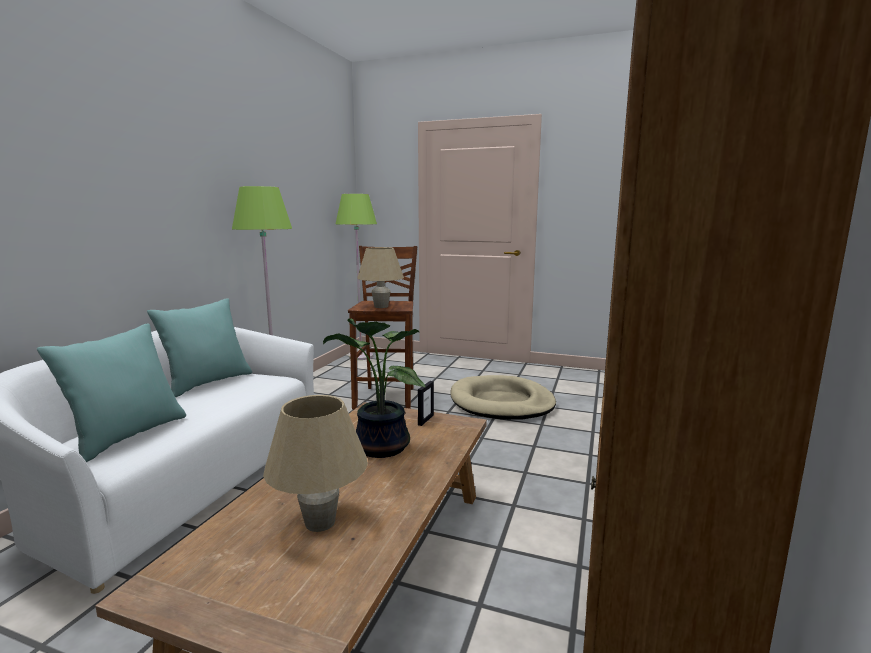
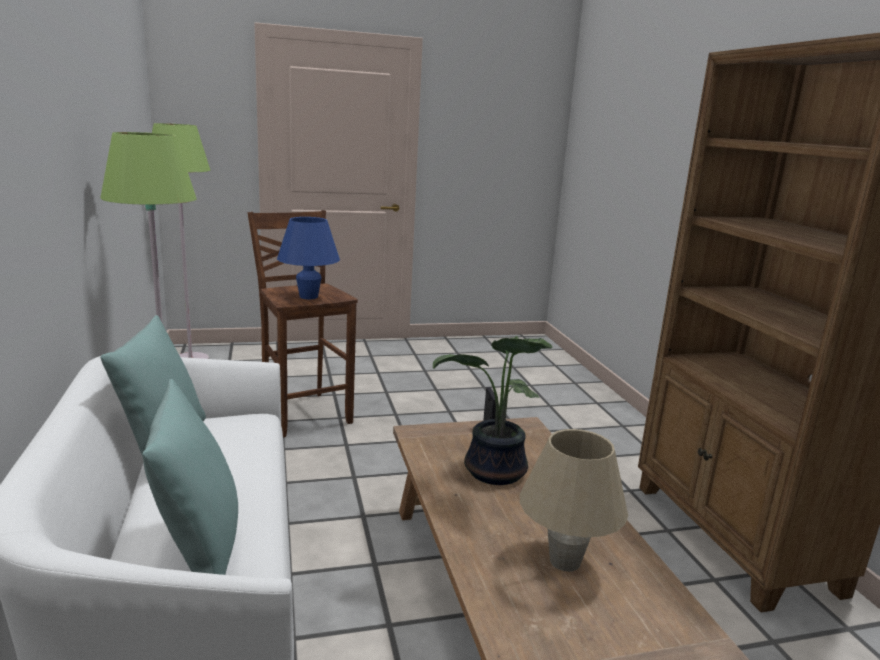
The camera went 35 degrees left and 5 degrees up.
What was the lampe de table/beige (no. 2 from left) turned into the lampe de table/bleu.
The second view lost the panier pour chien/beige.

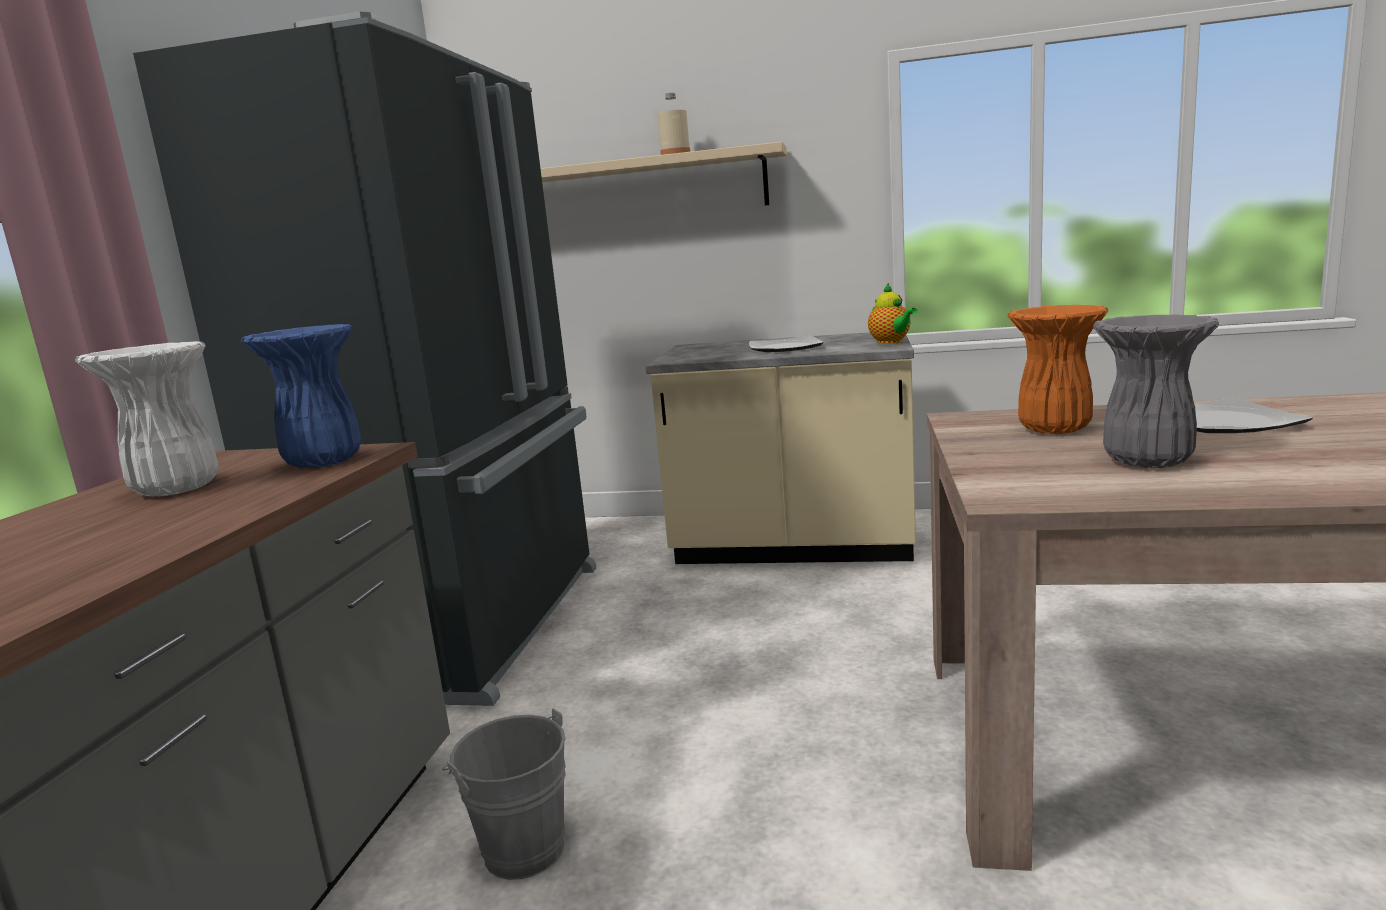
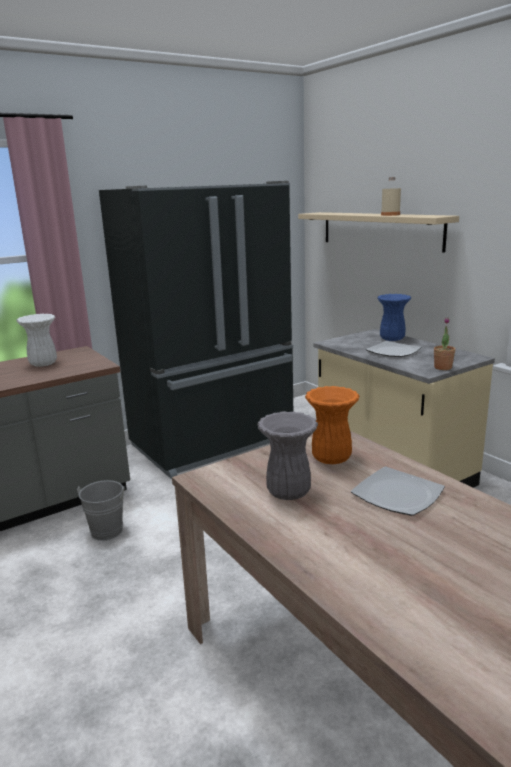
The camera went 45 degrees right and 5 degrees up.
Where the théière stood, the plante en pot came to stand.
The vase/bleu ended up elsewhere.

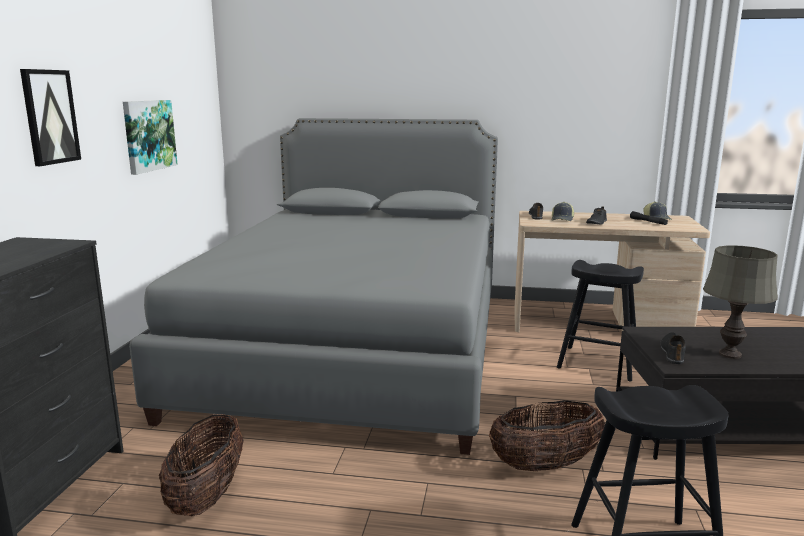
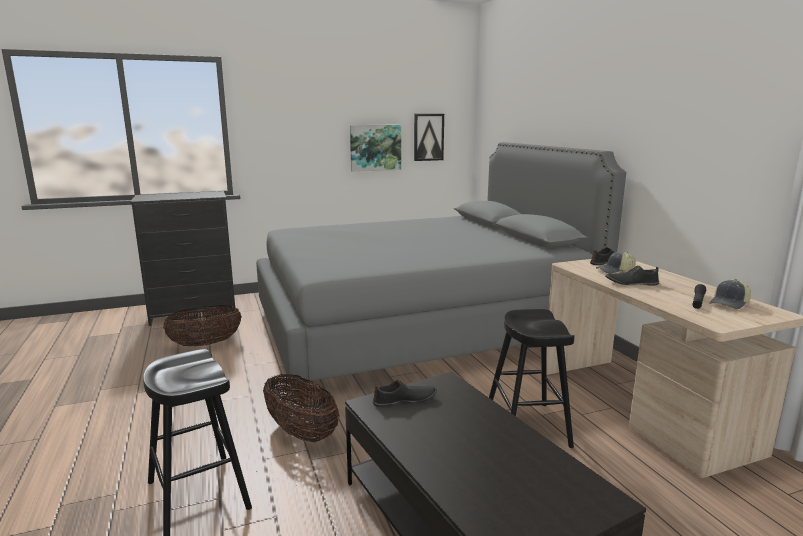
The camera went 60 degrees right and 0 degrees up.
The tableau (no. 1 from left in the first image) ended up elsewhere.
The second view lost the lampe de table/gris.

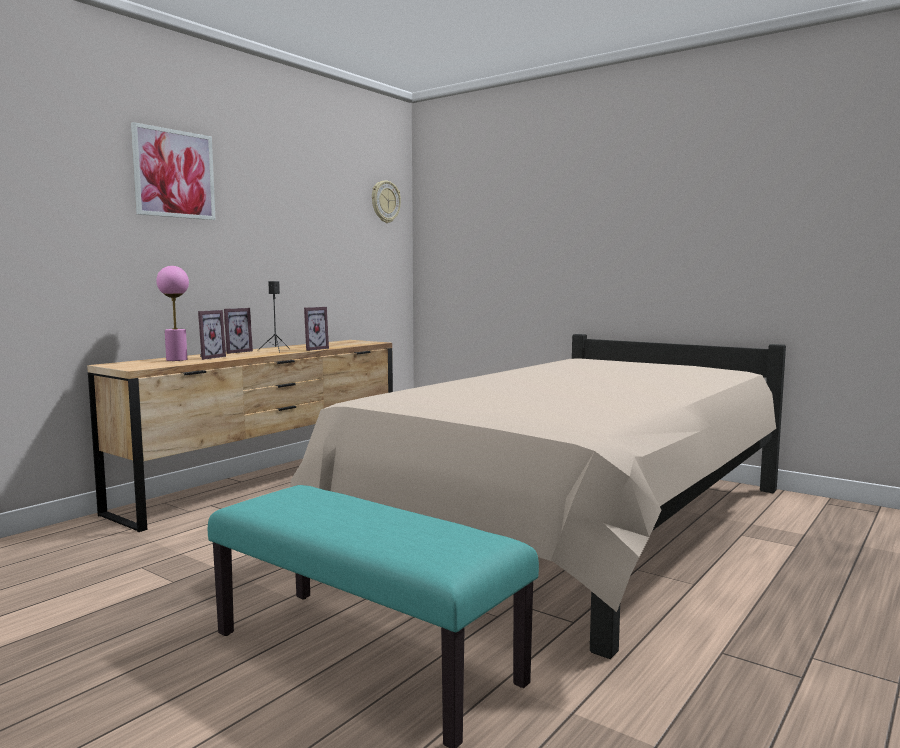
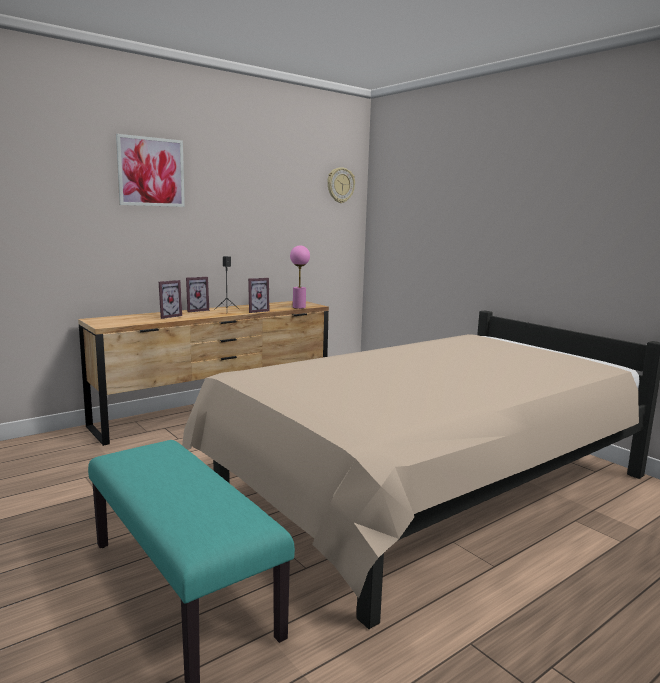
The camera went 15 degrees right and 5 degrees up.
The lampe de table/rose ended up elsewhere.

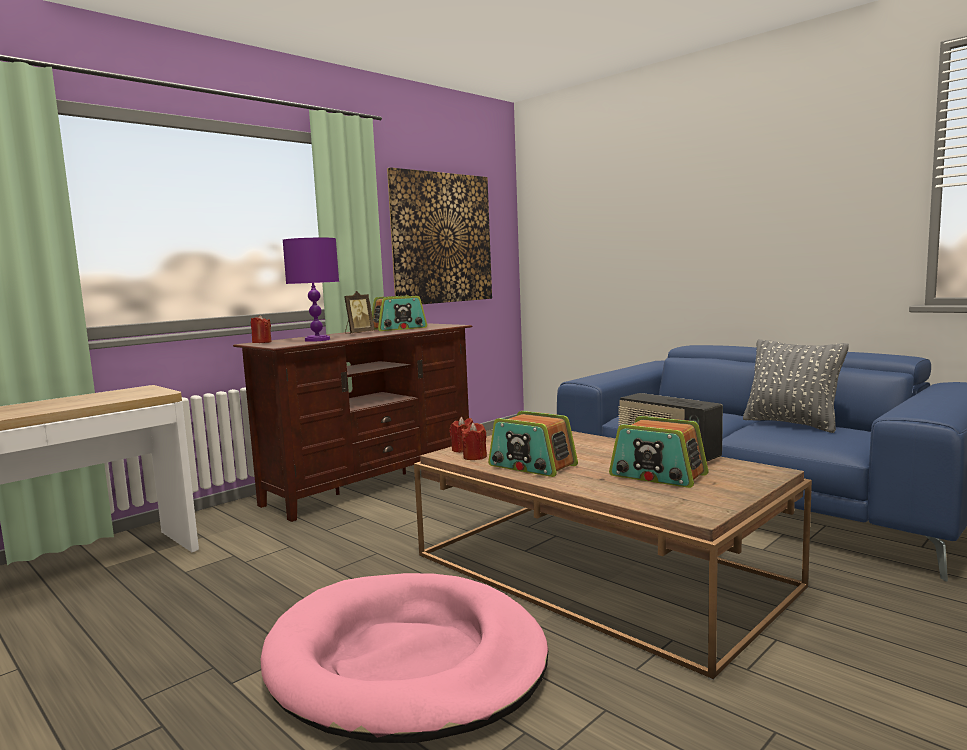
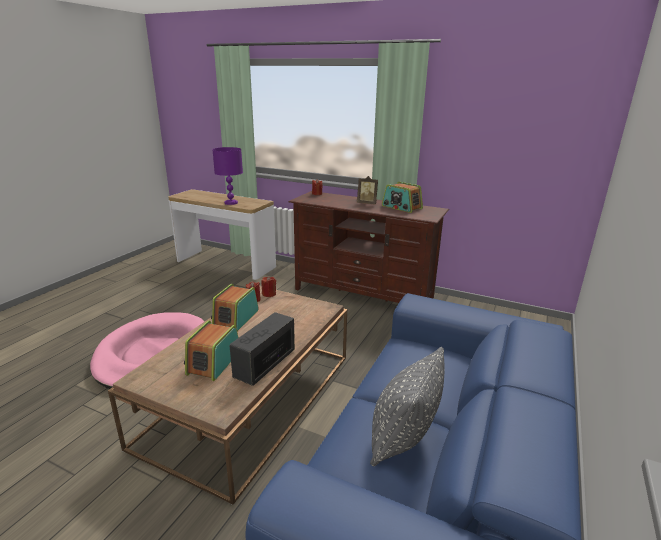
The camera went 70 degrees right and 15 degrees up.
The second view lost the tableau.
The lampe de table/violet ended up elsewhere.

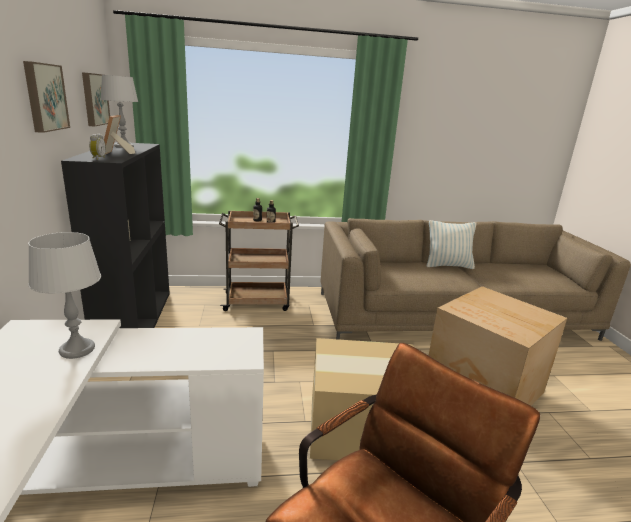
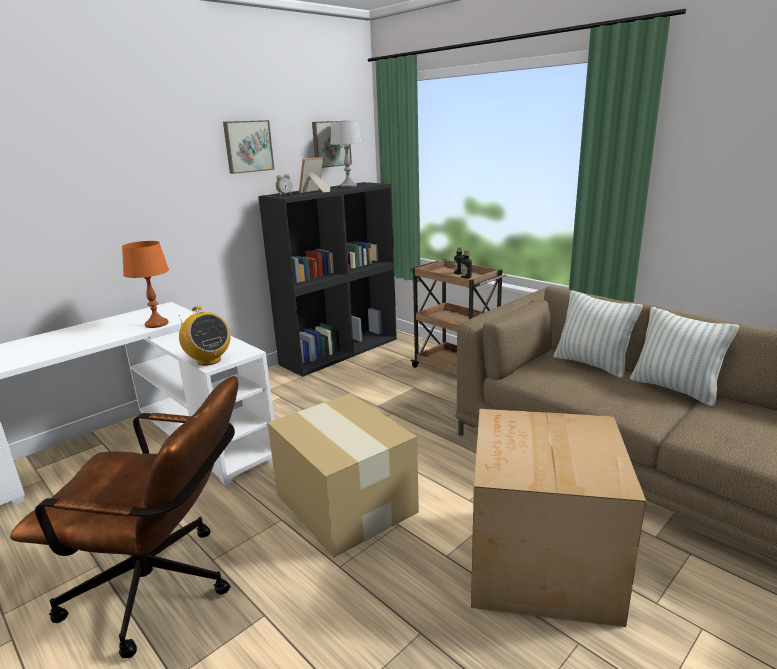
The camera went 55 degrees right and 0 degrees up.
What was the lampe de table/gris (no. 1 from left) turned into the lampe de table/orange.
The second view gained the coussin (no. 1 from left).
The second view gained the radio.

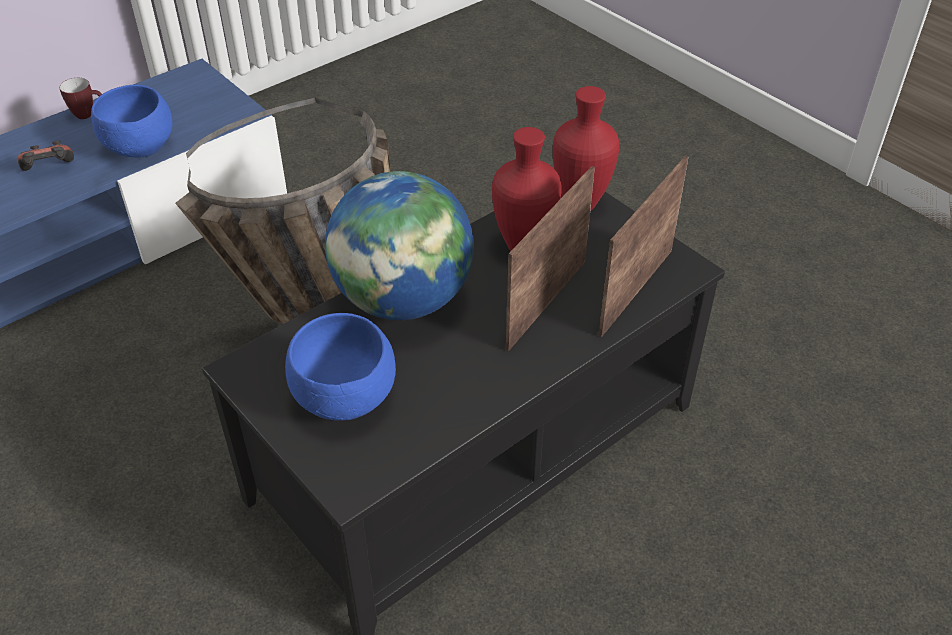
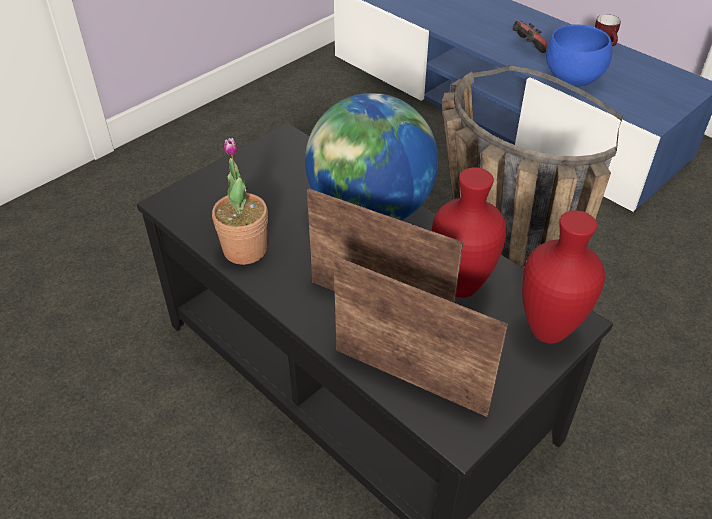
The camera went 85 degrees right and 0 degrees up.
The second view lost the bol/bleu (no. 2 from left).
The second view gained the plante en pot.

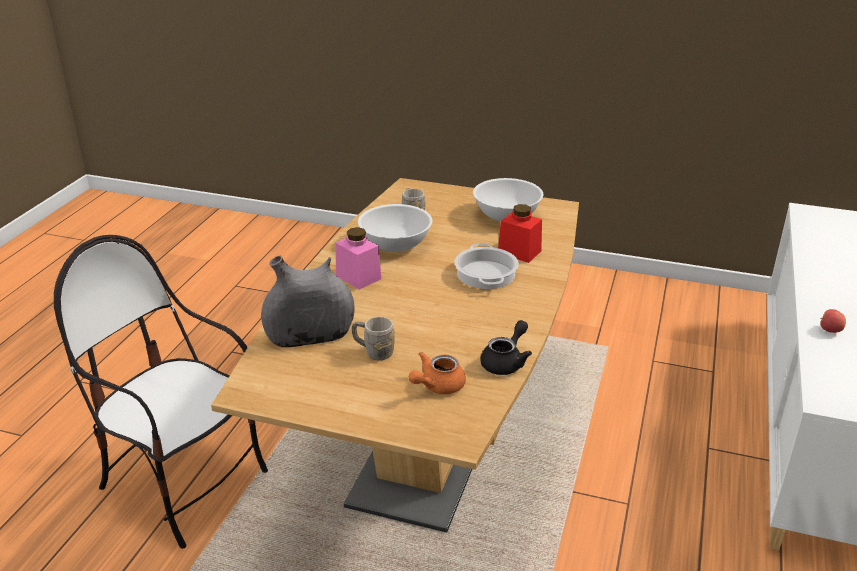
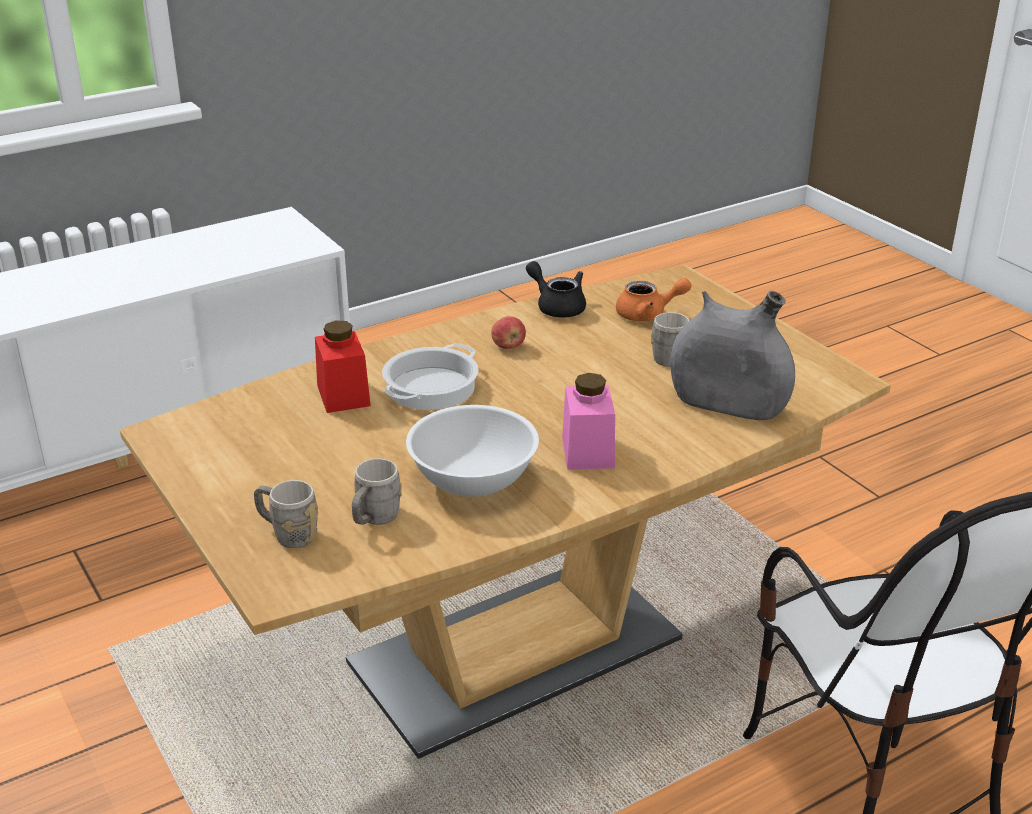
The camera went 140 degrees left and 0 degrees up.
The second view lost the bol/blanc (no. 2 from left).
The pomme ended up elsewhere.
The théière/noir ended up facing another way, 60 degrees clockwise from before.
The second view gained the mug/gris (no. 1 from left).

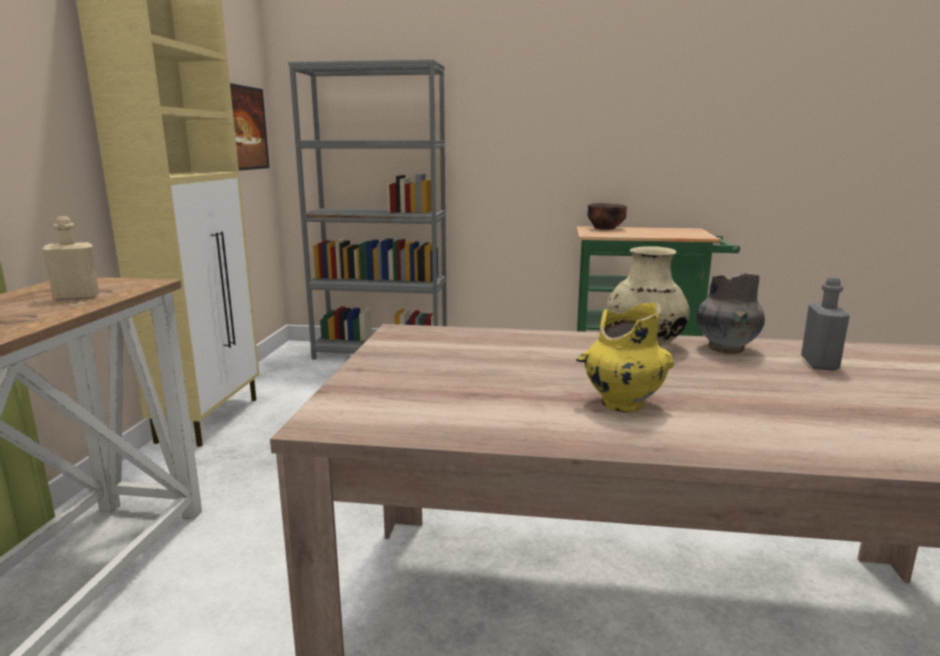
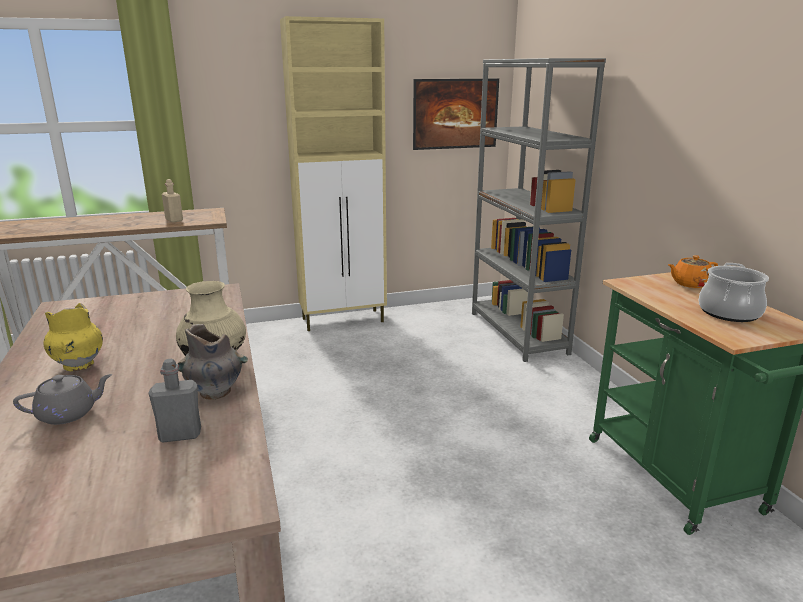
The camera went 65 degrees right and 5 degrees up.
Where the bol/marron stood, the théière/orange came to stand.
The second view gained the marmite.
The second view gained the théière/gris.

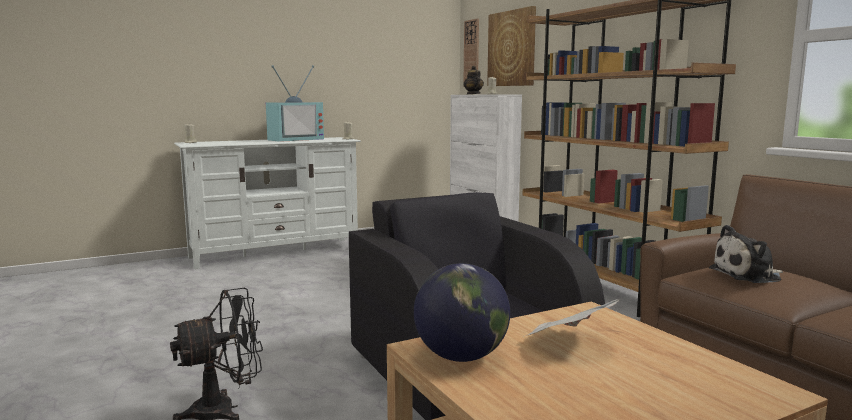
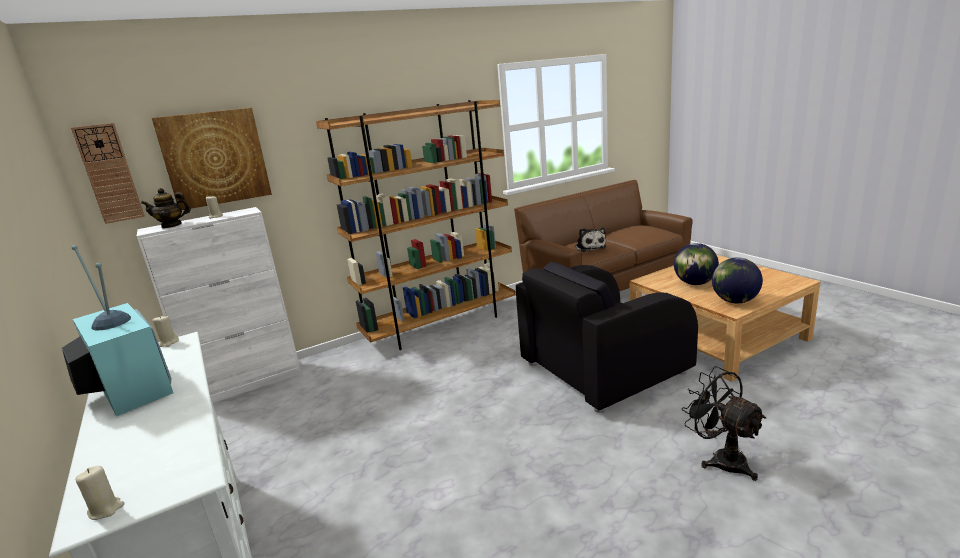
The camera went 90 degrees left and 10 degrees up.
Where the journal stood, the globe (no. 1 from left) came to stand.

